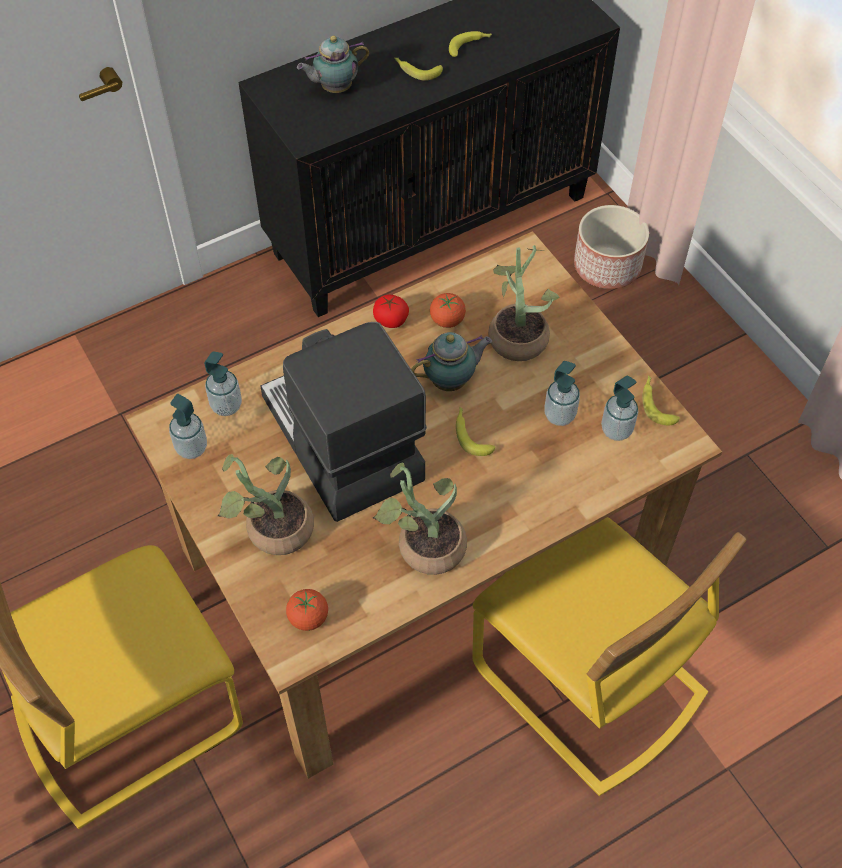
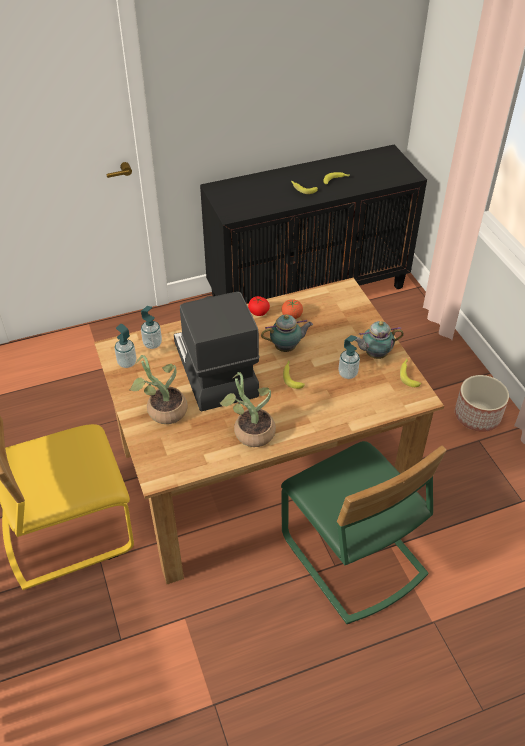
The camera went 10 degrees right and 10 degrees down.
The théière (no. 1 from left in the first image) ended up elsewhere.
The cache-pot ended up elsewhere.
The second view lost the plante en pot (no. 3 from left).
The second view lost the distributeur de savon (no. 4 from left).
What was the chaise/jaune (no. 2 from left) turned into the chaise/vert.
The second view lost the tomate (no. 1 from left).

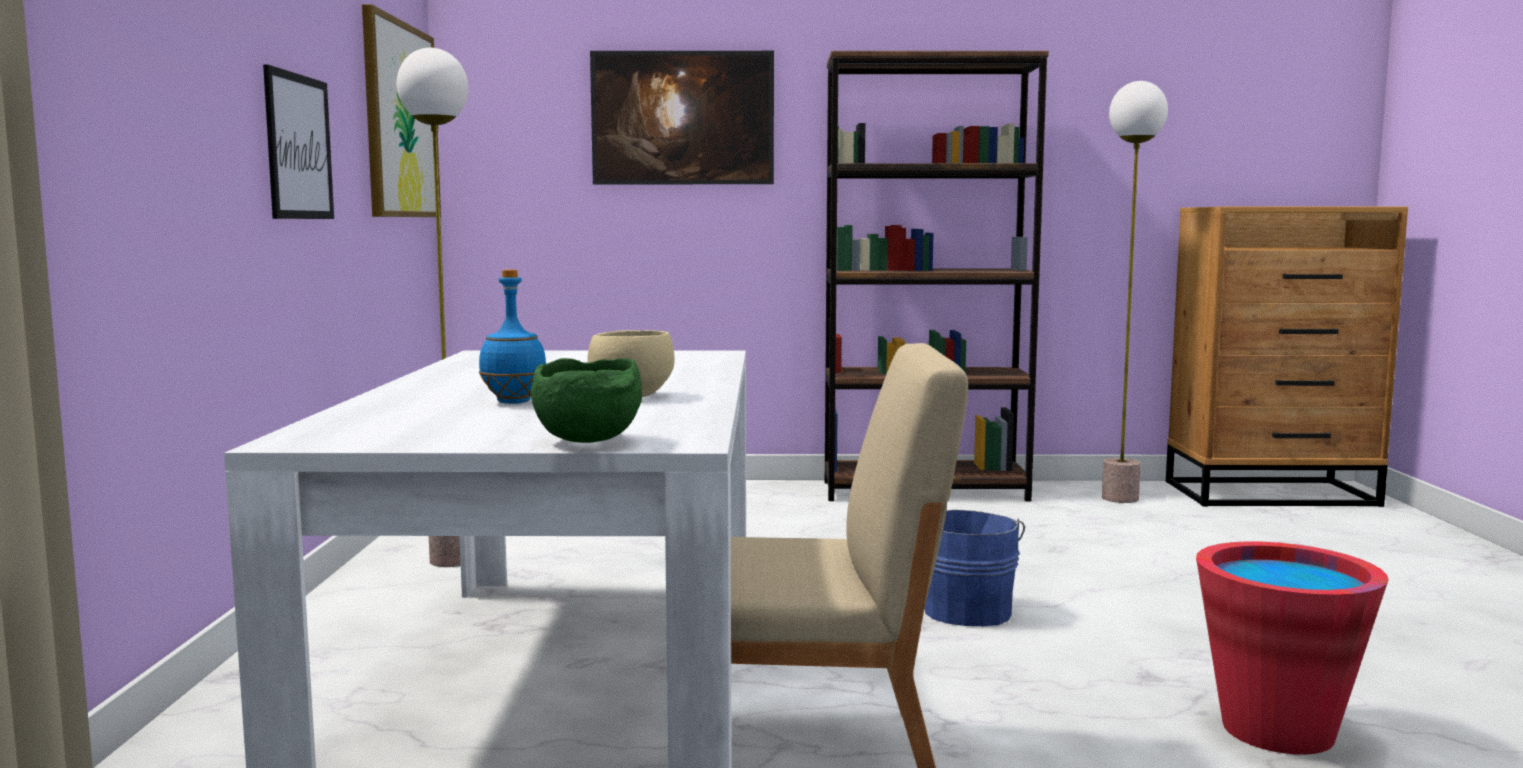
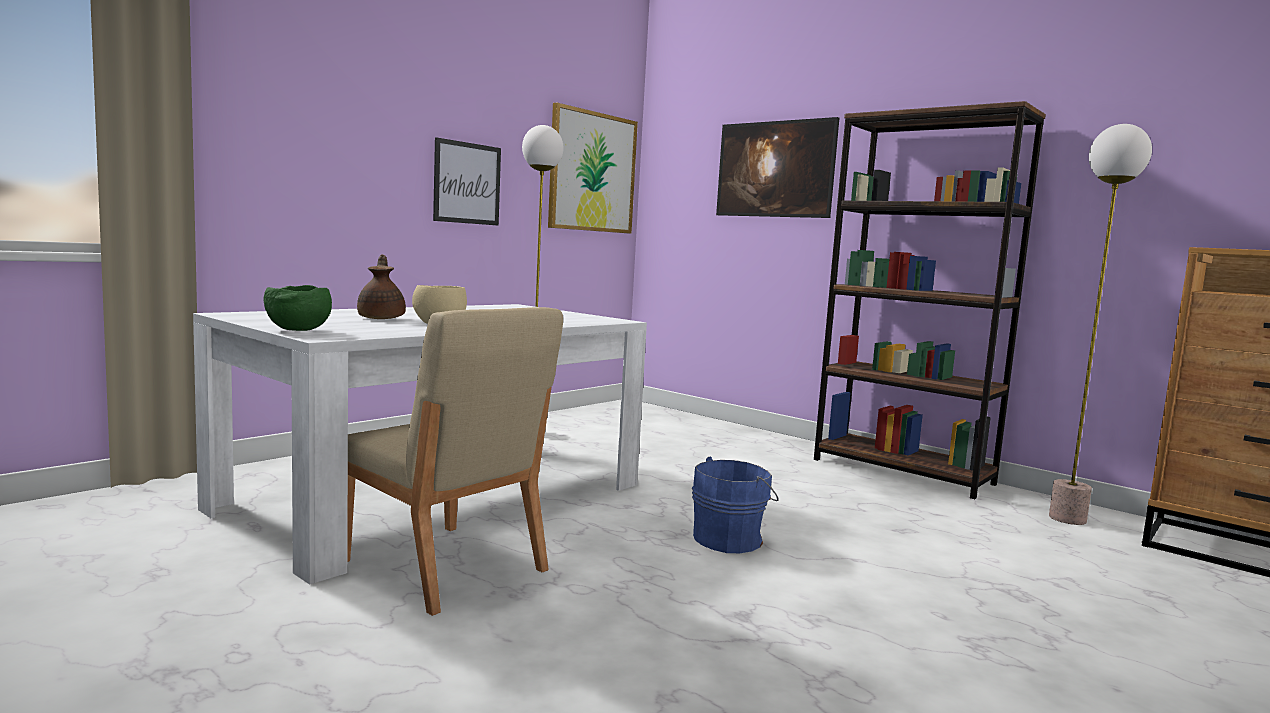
The camera went 40 degrees right and 0 degrees up.
Where the bouteille/bleu stood, the théière/marron came to stand.
The second view lost the seau/rouge.

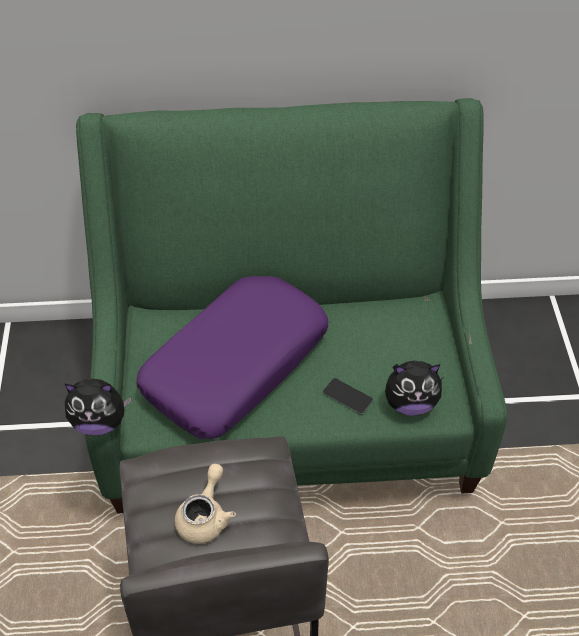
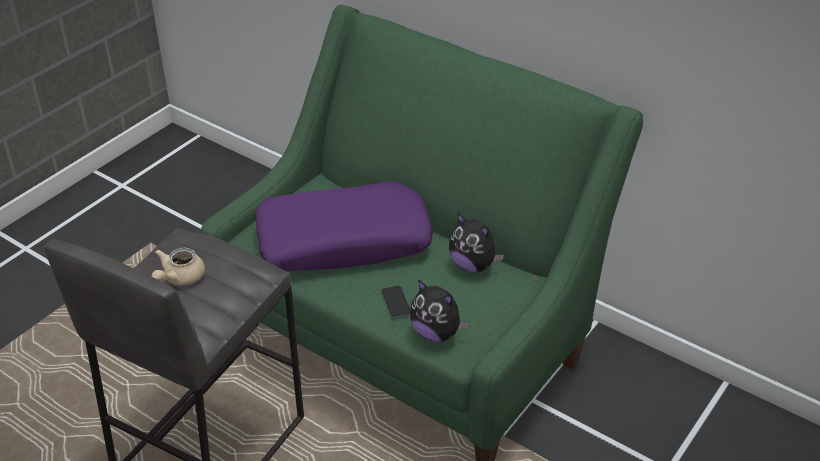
The camera went 40 degrees right and 10 degrees down.
The peluche (no. 1 from left in the first image) ended up elsewhere.
The théière/beige ended up facing another way, 150 degrees clockwise from before.

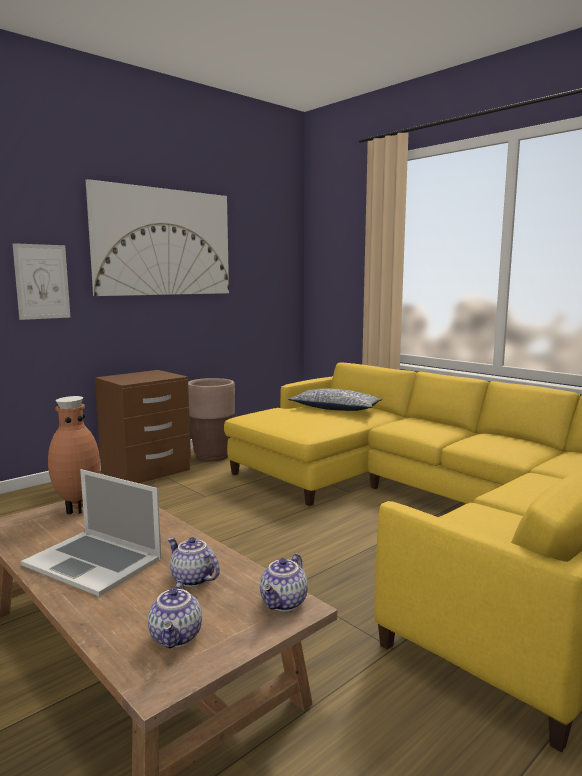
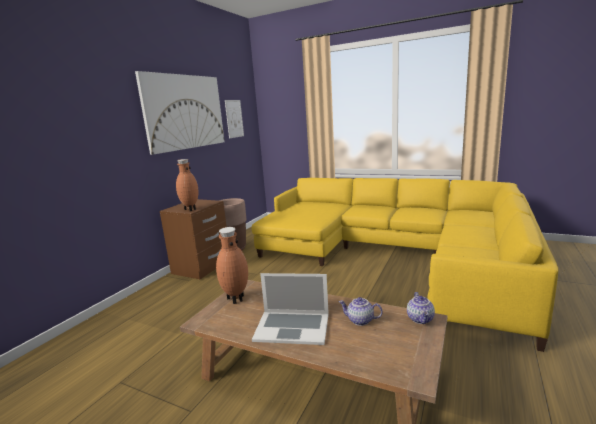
The camera went 20 degrees left and 5 degrees up.
The tableau (no. 1 from left in the first image) ended up elsewhere.
The second view lost the coussin.
The second view lost the théière (no. 1 from left).
The second view gained the vase/marron (no. 1 from left).

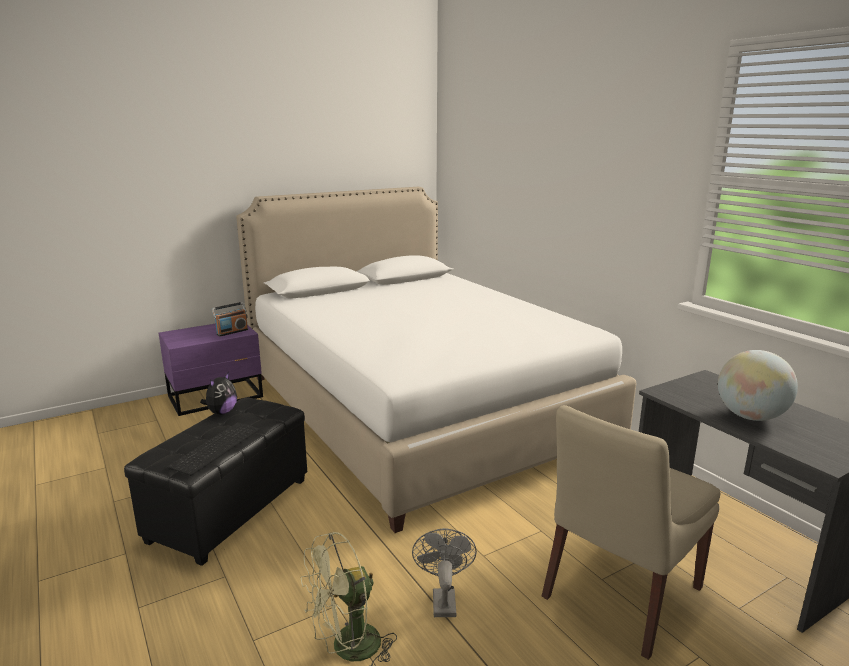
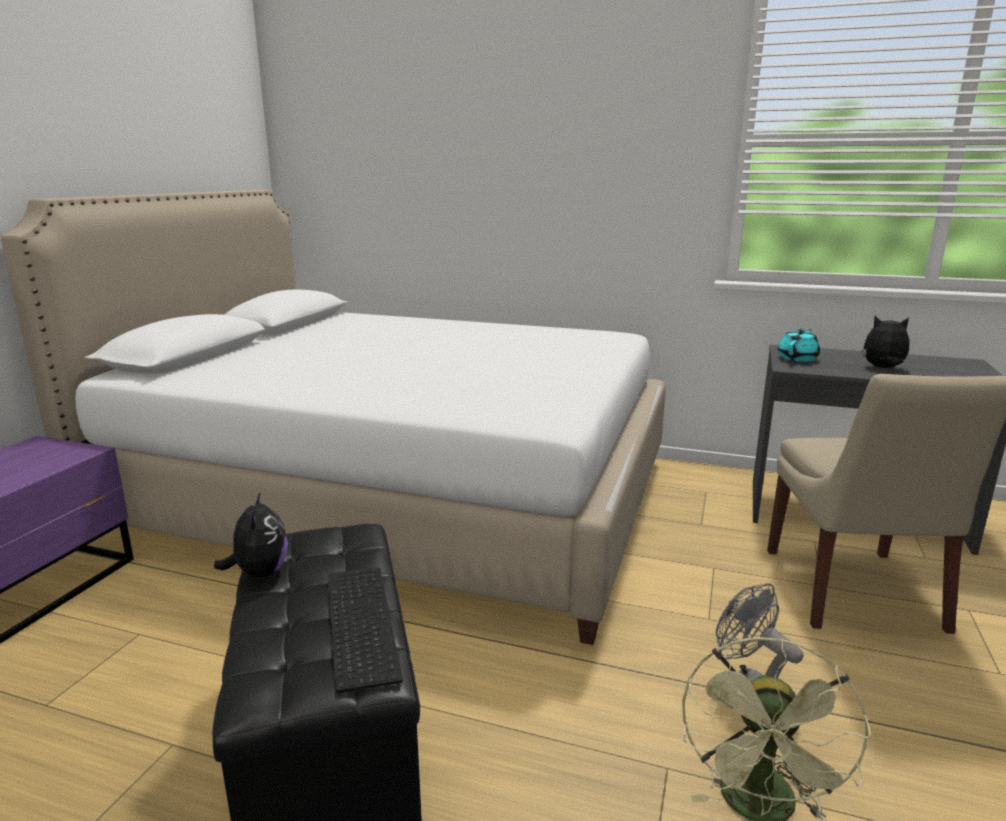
The camera went 40 degrees left and 0 degrees up.
The second view lost the radio.
Where the globe stood, the peluche (no. 2 from left) came to stand.
The second view gained the théière/turquoise.

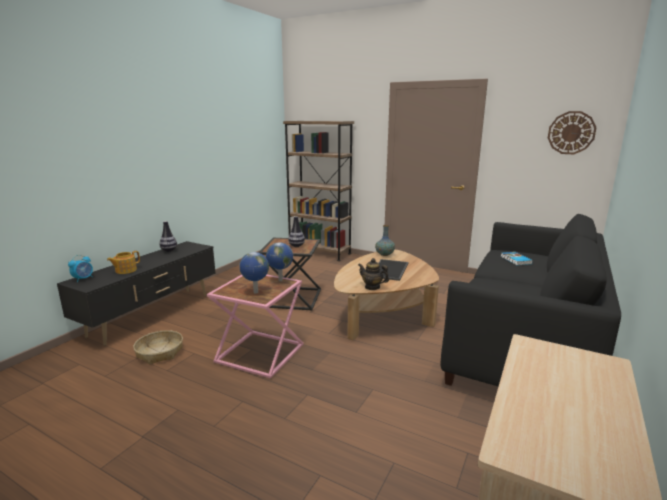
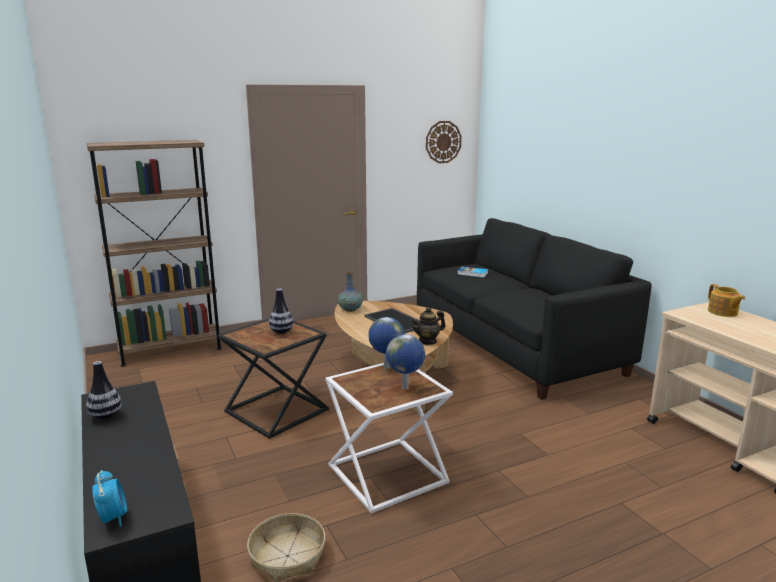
The camera went 55 degrees left and 0 degrees up.
The théière (no. 1 from left in the first image) ended up elsewhere.
What was the table d'appoint/rose turned into the table d'appoint/blanc.

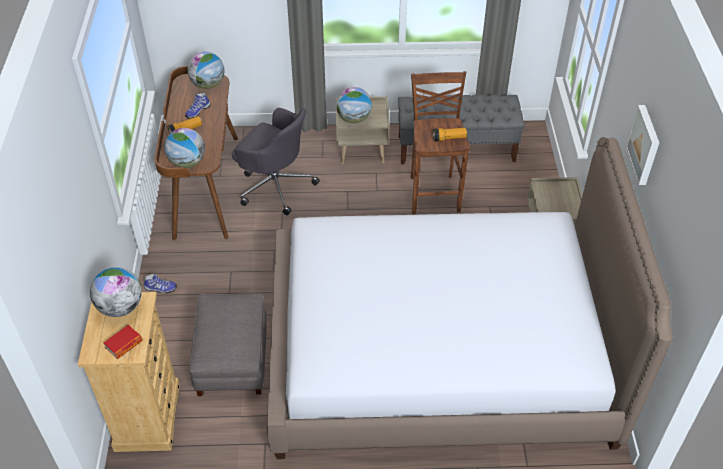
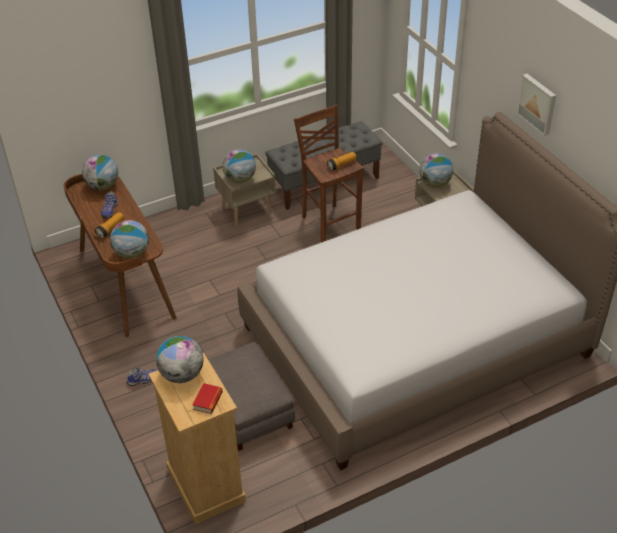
The camera went 25 degrees left and 5 degrees down.
The second view lost the chaise de bureau/gris.
The second view gained the globe (no. 5 from left).

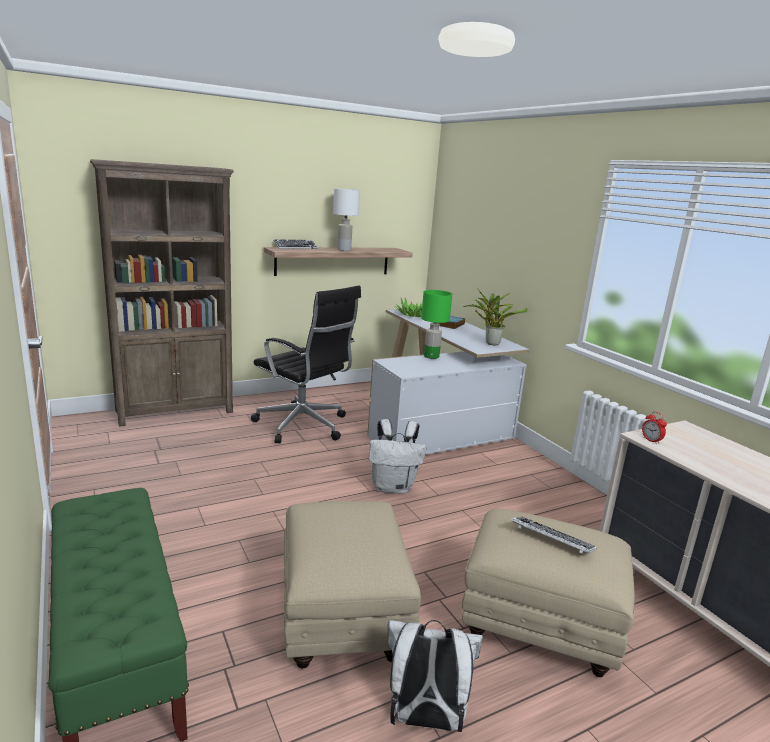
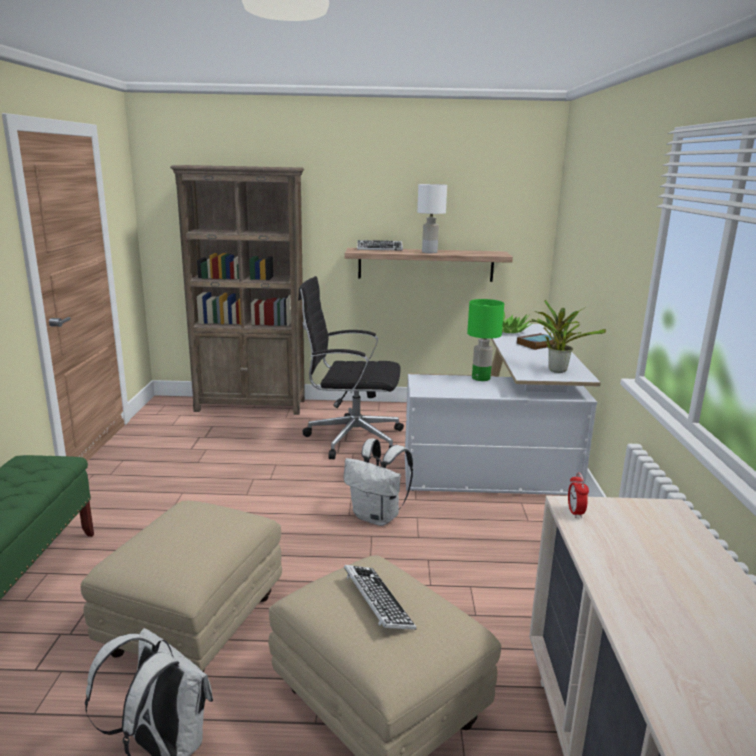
The camera went 30 degrees right and 0 degrees up.
The chaise de bureau/noir ended up facing another way, 120 degrees clockwise from before.

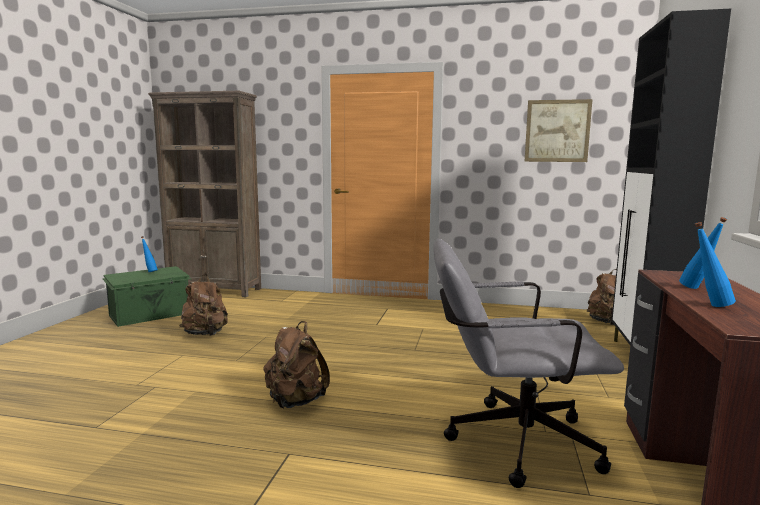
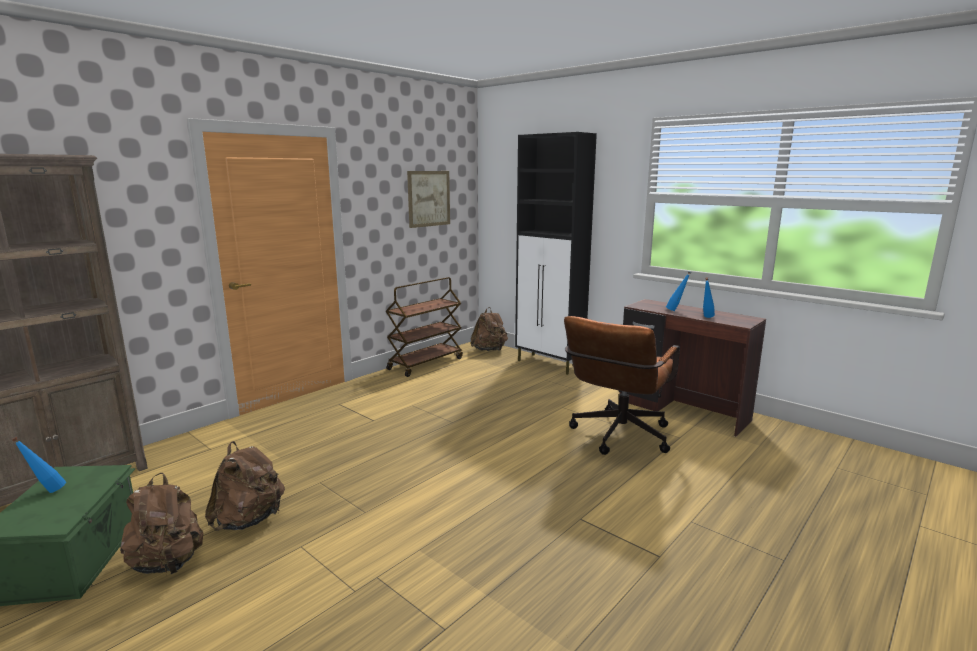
The camera went 60 degrees left and 5 degrees up.
What was the chaise de bureau/gris turned into the chaise de bureau/marron.
The sac à dos/marron (no. 2 from left in the first image) ended up elsewhere.
The second view gained the chariot/marron.

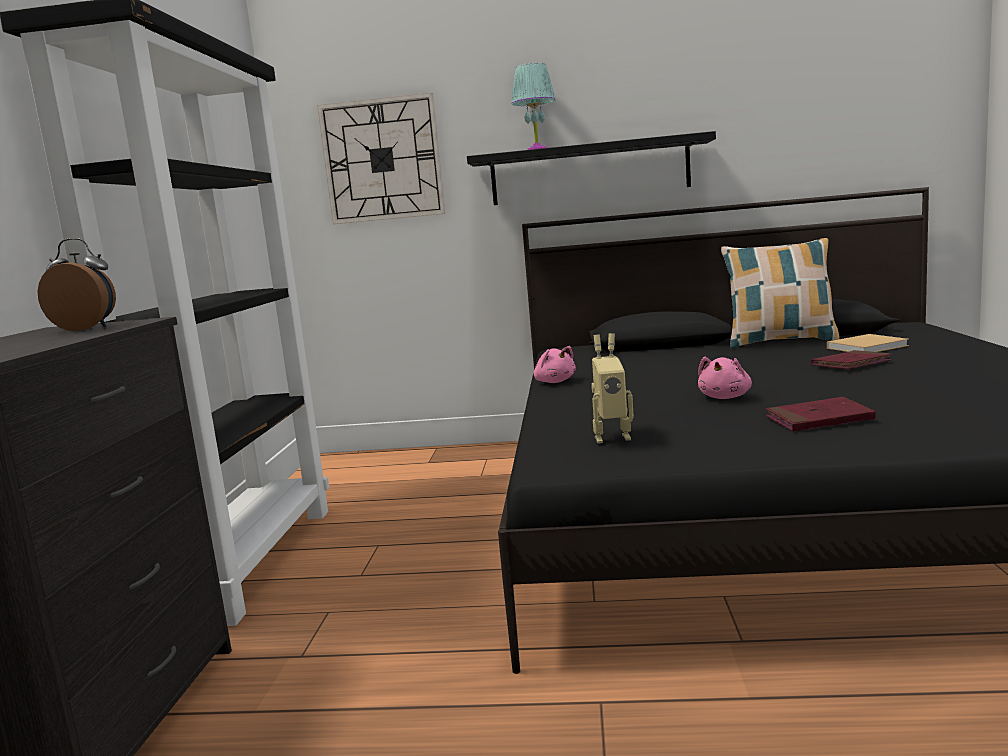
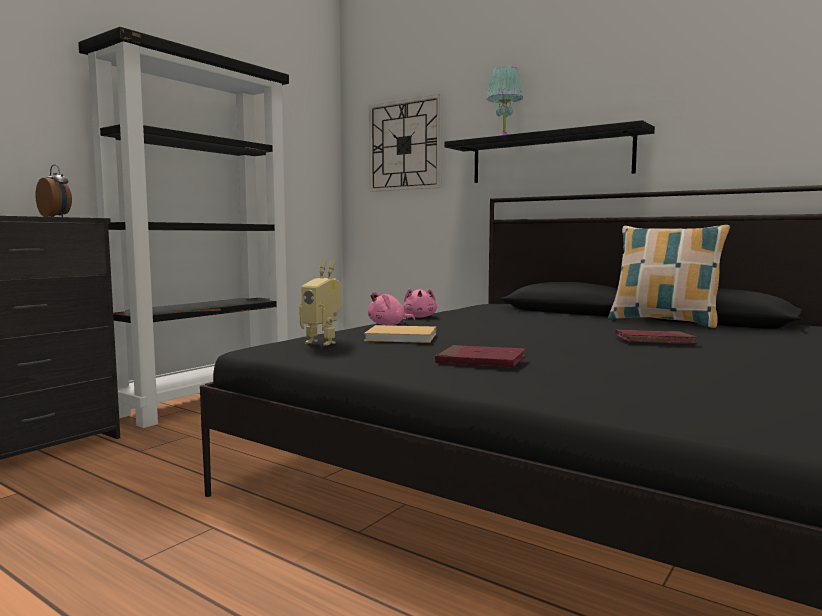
The camera went 30 degrees right and 5 degrees down.
The livre/beige ended up elsewhere.
The peluche/rose (no. 2 from left in the first image) ended up elsewhere.

